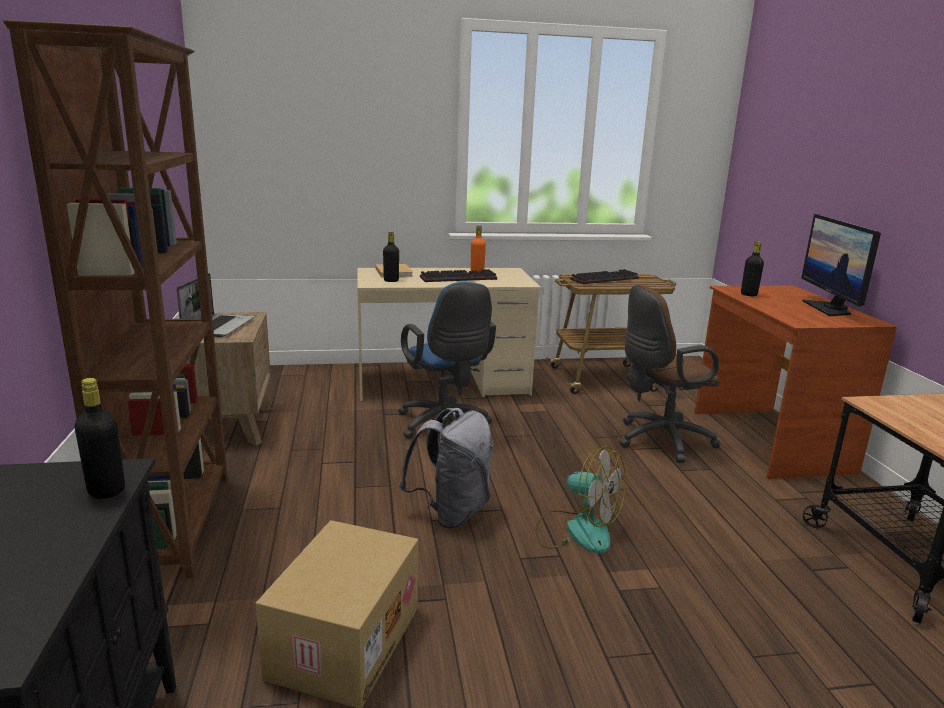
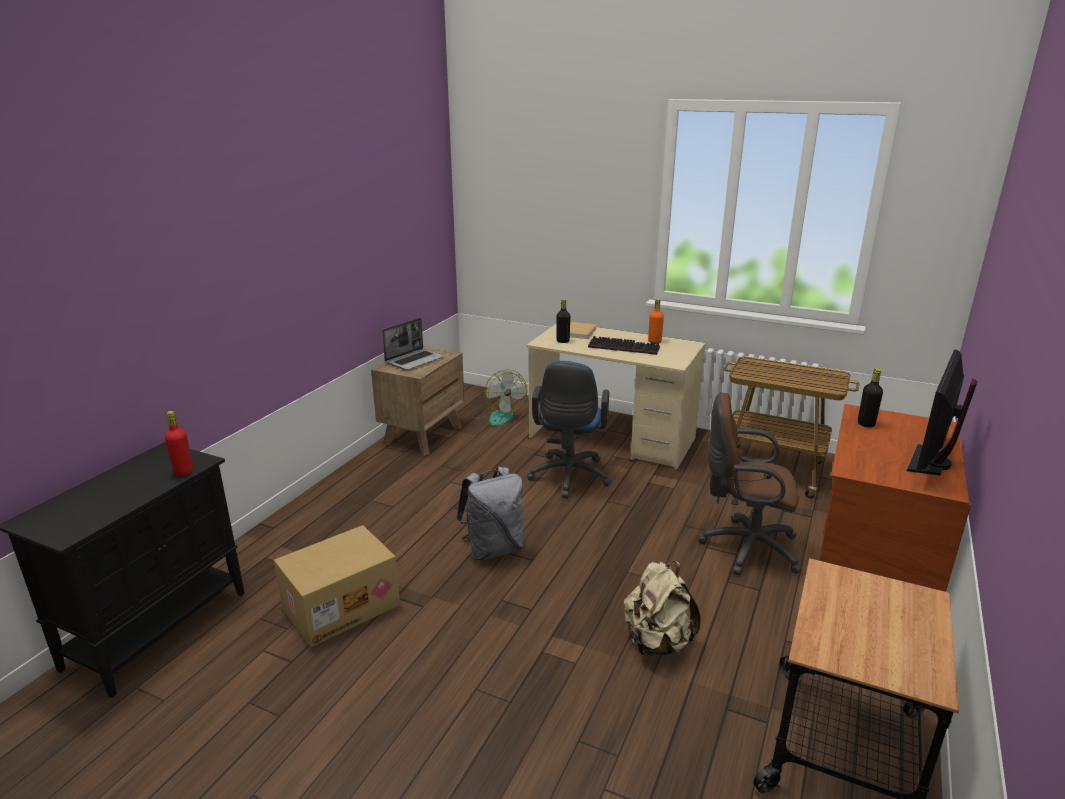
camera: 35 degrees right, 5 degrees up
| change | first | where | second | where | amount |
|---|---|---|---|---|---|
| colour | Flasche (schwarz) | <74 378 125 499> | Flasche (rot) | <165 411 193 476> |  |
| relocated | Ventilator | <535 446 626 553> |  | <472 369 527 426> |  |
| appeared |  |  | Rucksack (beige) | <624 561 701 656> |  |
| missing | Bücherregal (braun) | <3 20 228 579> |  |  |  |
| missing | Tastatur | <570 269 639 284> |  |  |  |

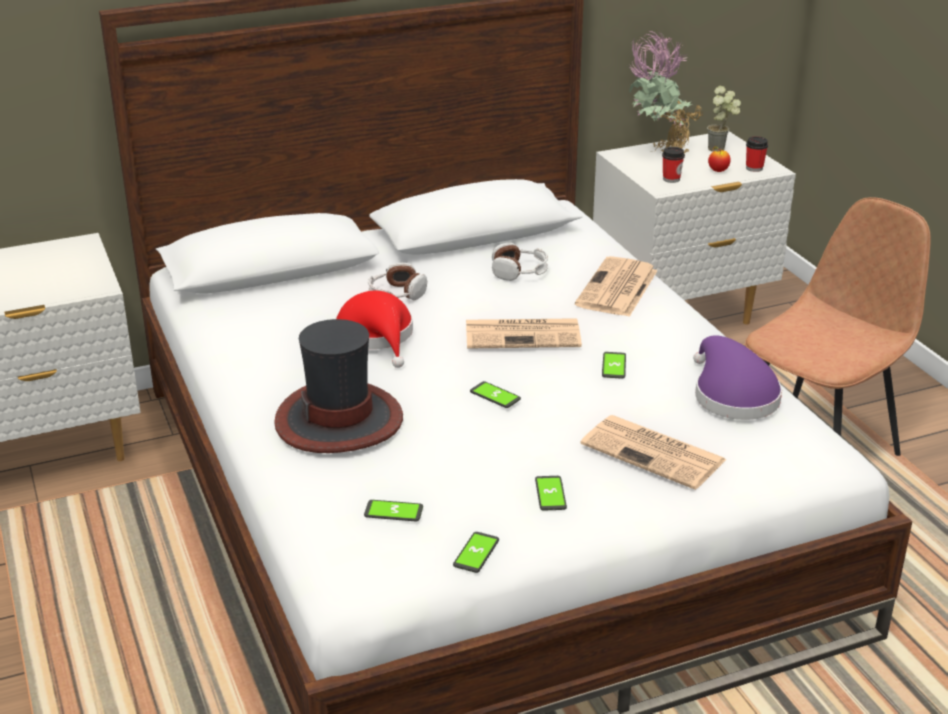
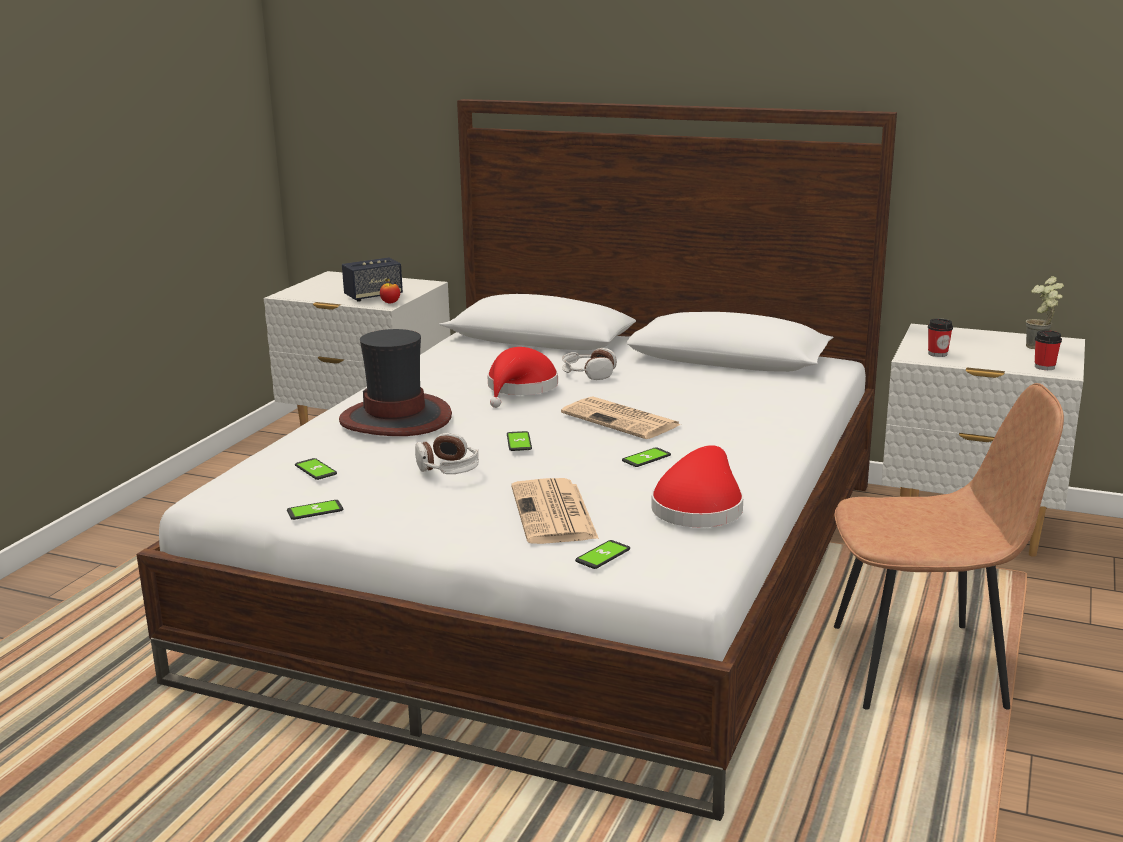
camera: 45 degrees right, 10 degrees down
| change | first | where | second | where | amount |
|---|---|---|---|---|---|
| appeared |  |  | Lautsprecher | <342 258 403 302> |  |
| relocated | Apfel | <708 146 731 172> |  | <380 278 400 303> |  |
| relocated | Kopfhörer | <492 243 548 281> |  | <415 433 479 474> |  |
| relocated | Handy | <535 476 567 511> |  | <575 540 630 569> |  |
| colour | Hut (lila) | <693 335 782 420> | Hut (rot) | <651 445 743 527> |  |
| missing | Zeitung | <575 256 658 317> |  |  |  |
| missing | Topfpflanze | <629 31 703 153> |  |  |  |

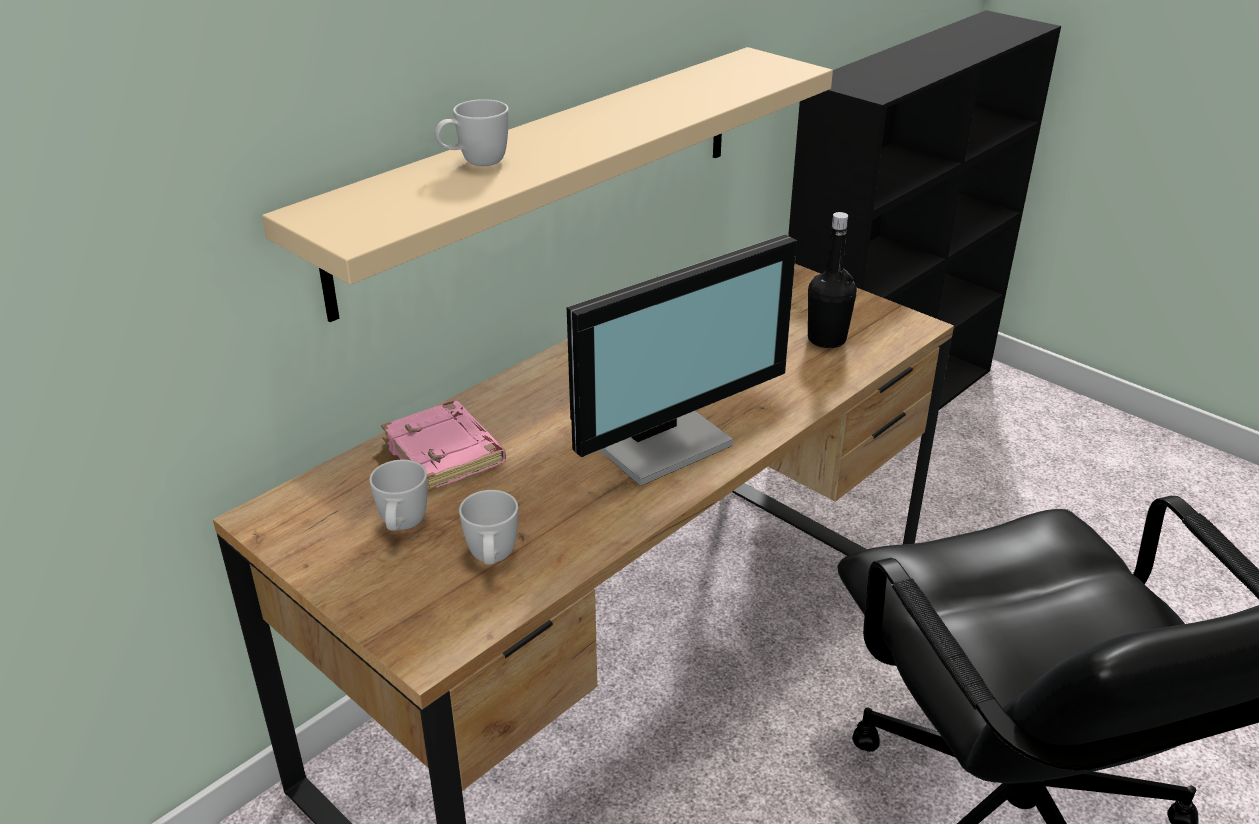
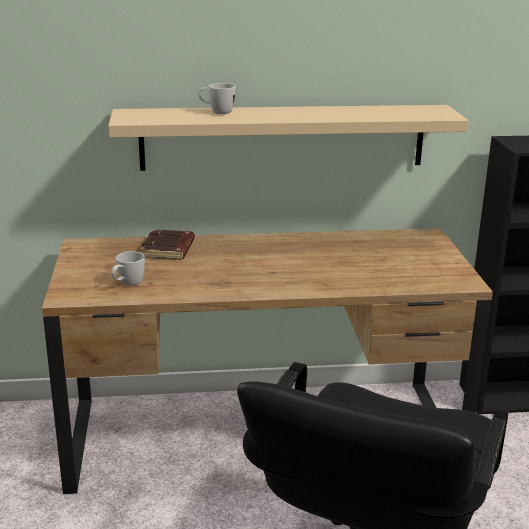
camera: 40 degrees right, 10 degrees down
| change | first | where | second | where | amount |
|---|---|---|---|---|---|
| colour | Buch (rosa) | <381 401 506 492> | Buch (braun) | <140 229 195 260> |  |
| missing | Henkelbecher (weiß) | <369 460 428 531> |  |  |  |
| missing | Monitor | <567 234 797 486> |  |  |  |
| missing | Flasche (schwarz) | <808 212 857 348> |  |  |  |

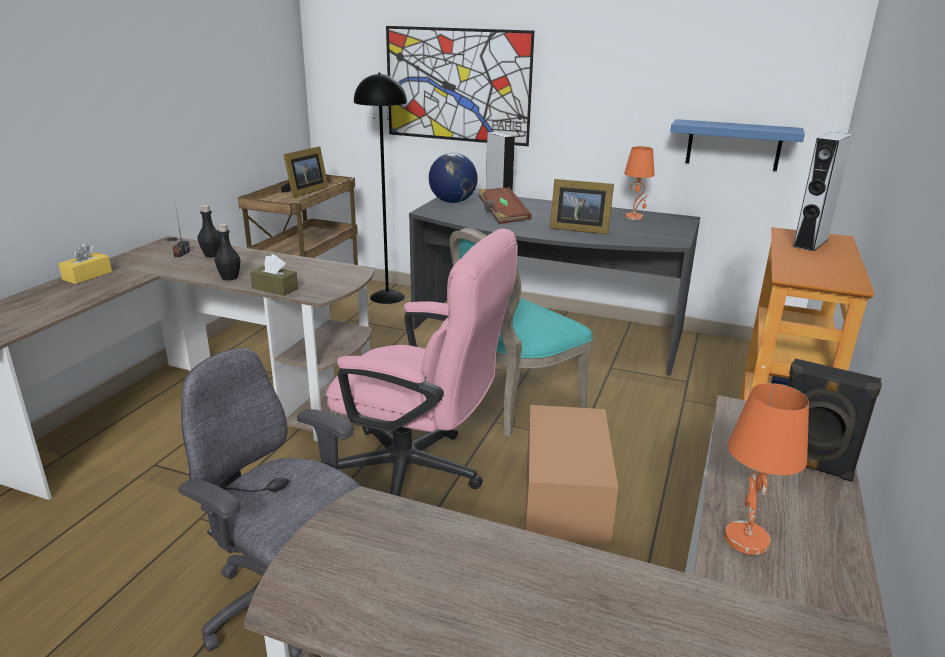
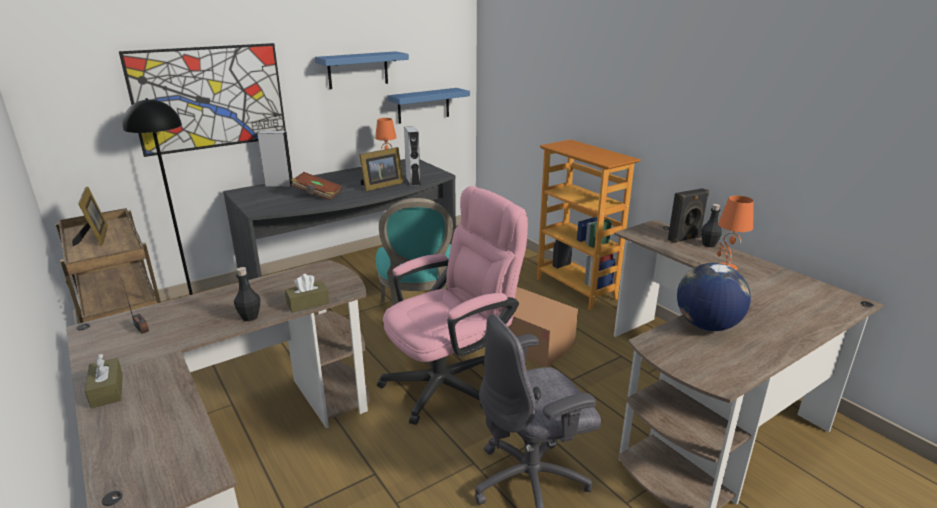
camera: 55 degrees left, 0 degrees up
| change | first | where | second | where | amount |
|---|---|---|---|---|---|
| colour | Taschentuchbox (gelb) | <59 243 112 284> | Taschentuchbox (braun) | <85 354 123 408> |  |
| appeared |  |  | Wandregal (blau) | <315 51 409 89> |  |
| relocated | Lautsprecher (grau) | <793 132 853 251> |  | <404 126 420 186> |  |
| relocated | Globus | <429 153 478 203> |  | <677 263 751 331> |  |
| relocated | Flasche (schwarz) | <198 205 220 257> |  | <701 204 722 247> |  |

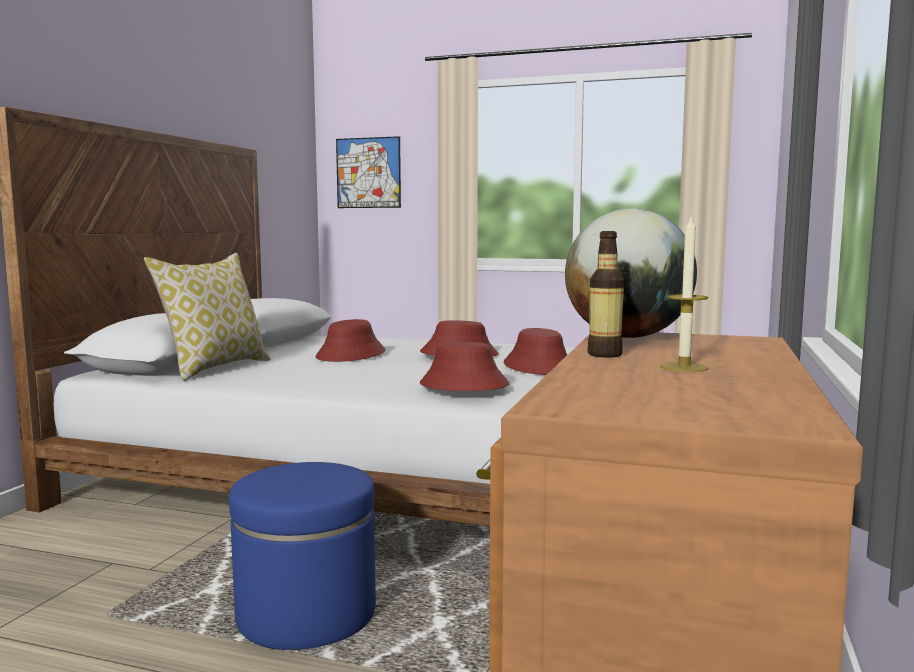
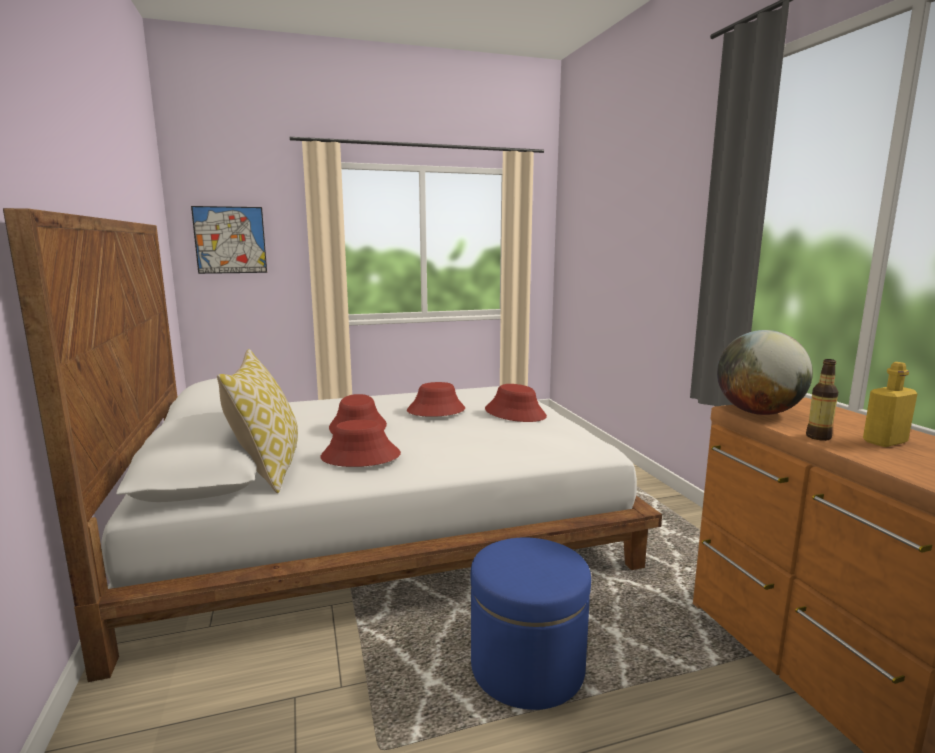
camera: 35 degrees left, 5 degrees up
| change | first | where | second | where | amount |
|---|---|---|---|---|---|
| relocated | Hut (rot) | <420 342 510 391> |  | <320 420 401 467> |  |
| exchanged | Kerze | <660 217 709 372> | Flasche (gelb) | <863 362 918 447> |  |

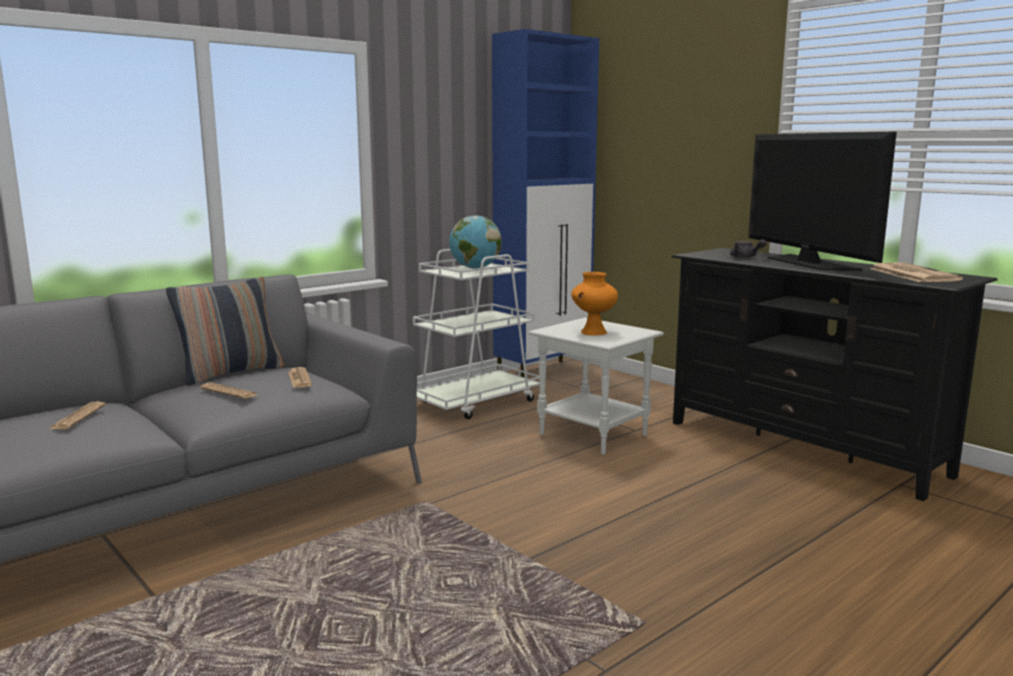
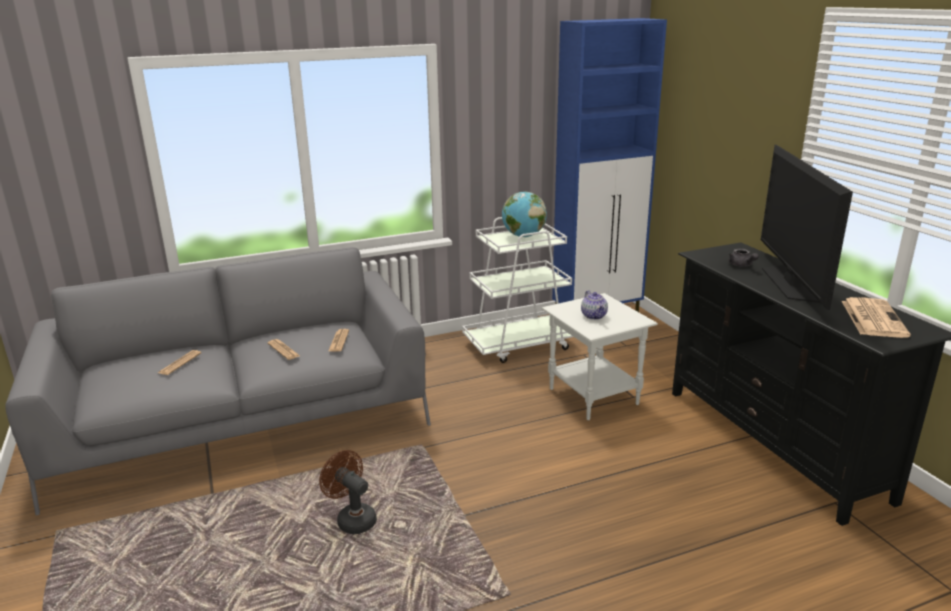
camera: 20 degrees right, 10 degrees up
| change | first | where | second | where | amount |
|---|---|---|---|---|---|
| appeared |  |  | Ventilator (braun) | <319 450 377 534> |  |
| exchanged | Vase (orange) | <571 272 618 336> | Teekanne | <581 290 608 320> |  |
| missing | Kissen | <166 277 284 386> |  |  |  |

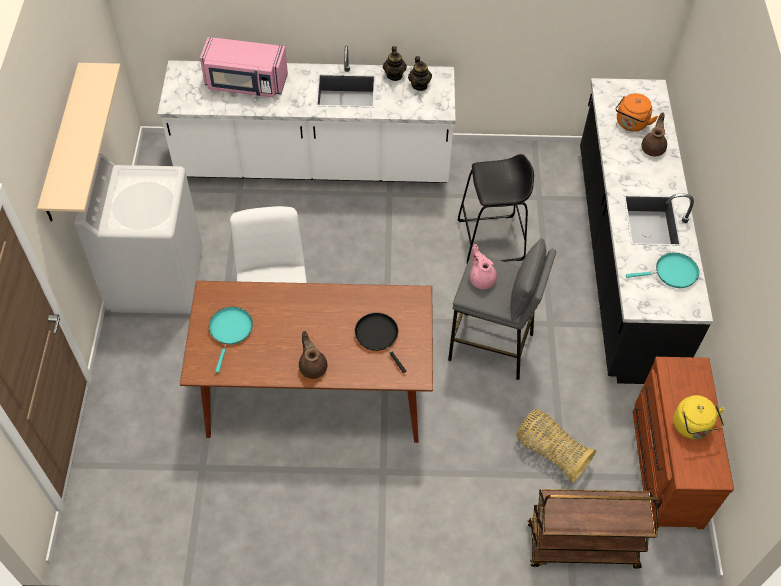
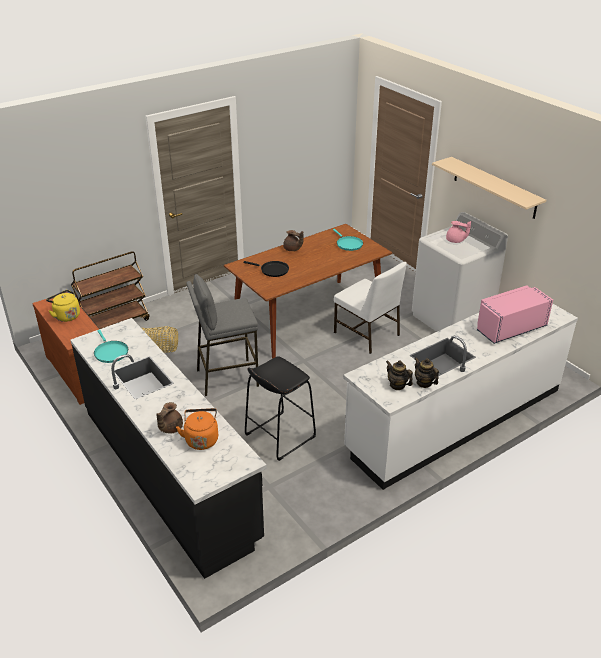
camera: 145 degrees right, 20 degrees down
| change | first | where | second | where | amount |
|---|---|---|---|---|---|
| spun | Pfanne (türkis) | <626 253 699 288> |  | <94 330 128 363> | 75 degrees counterclockwise |
| spun | Teekanne (braun) | <642 112 667 156> |  | <156 402 183 433> | 45 degrees clockwise |
| relocated | Teekanne (rosa) | <470 244 497 289> |  | <446 221 471 243> |  |

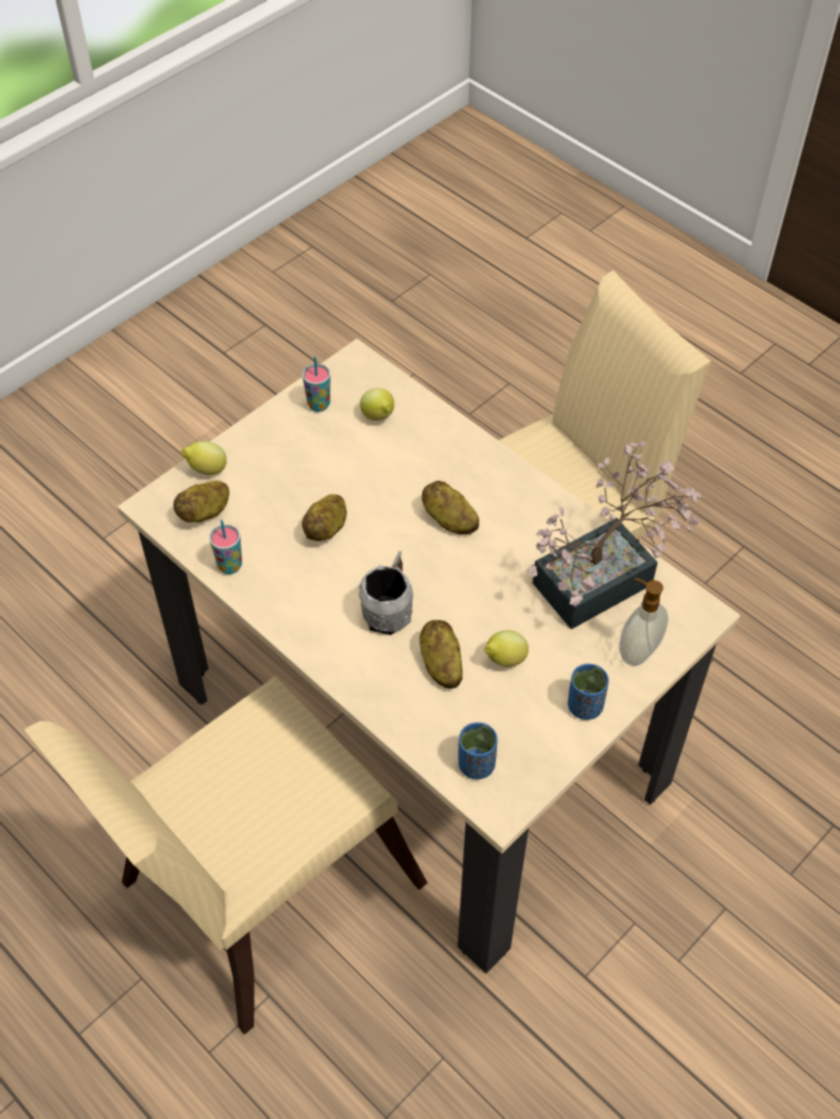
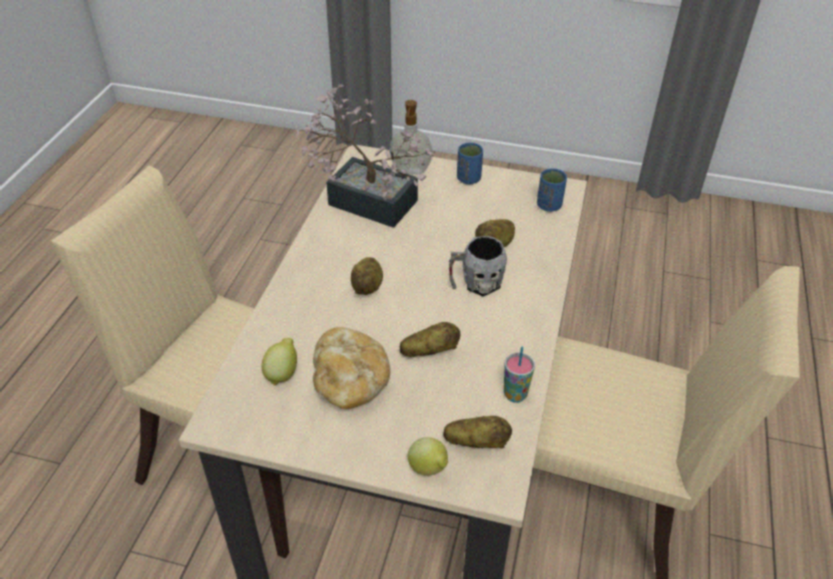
camera: 120 degrees left, 10 degrees down
| change | first | where | second | where | amount |
|---|---|---|---|---|---|
| appeared |  |  | Brot | <313 327 390 409> |  |
| missing | Tasse | <302 357 330 412> |  |  |  |
| missing | Zitrone | <485 630 529 667> |  |  |  |

